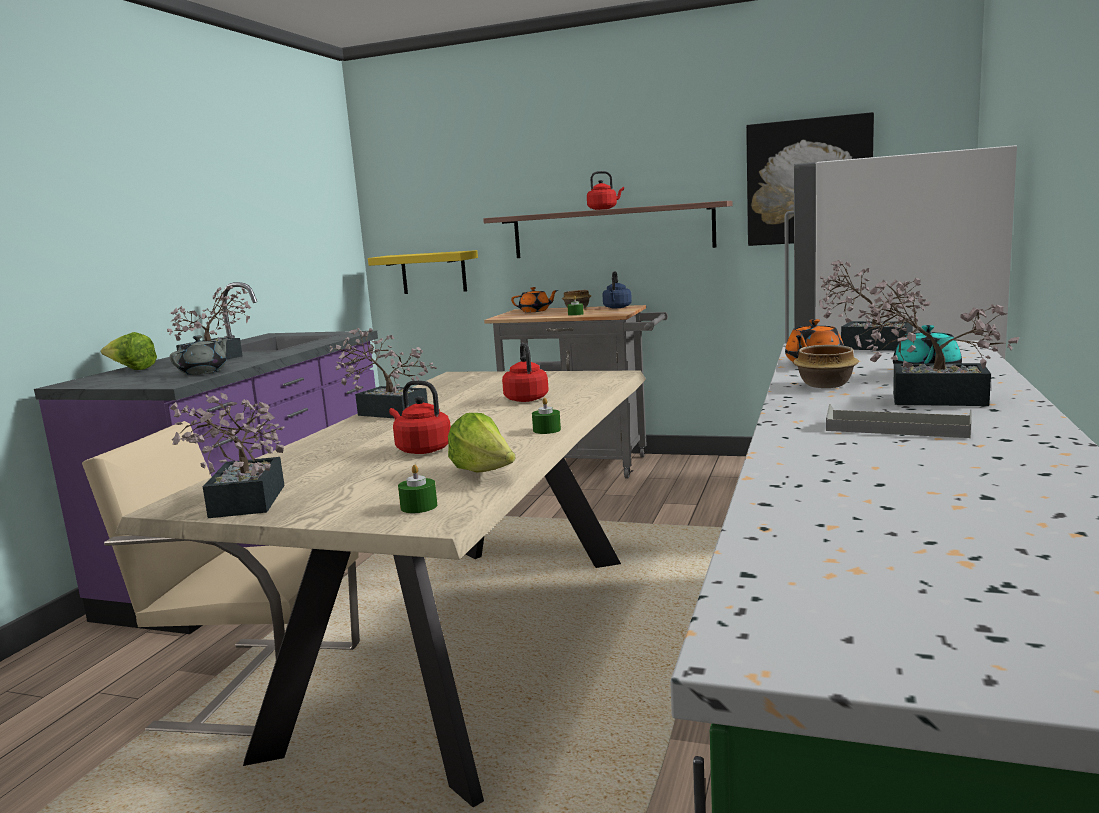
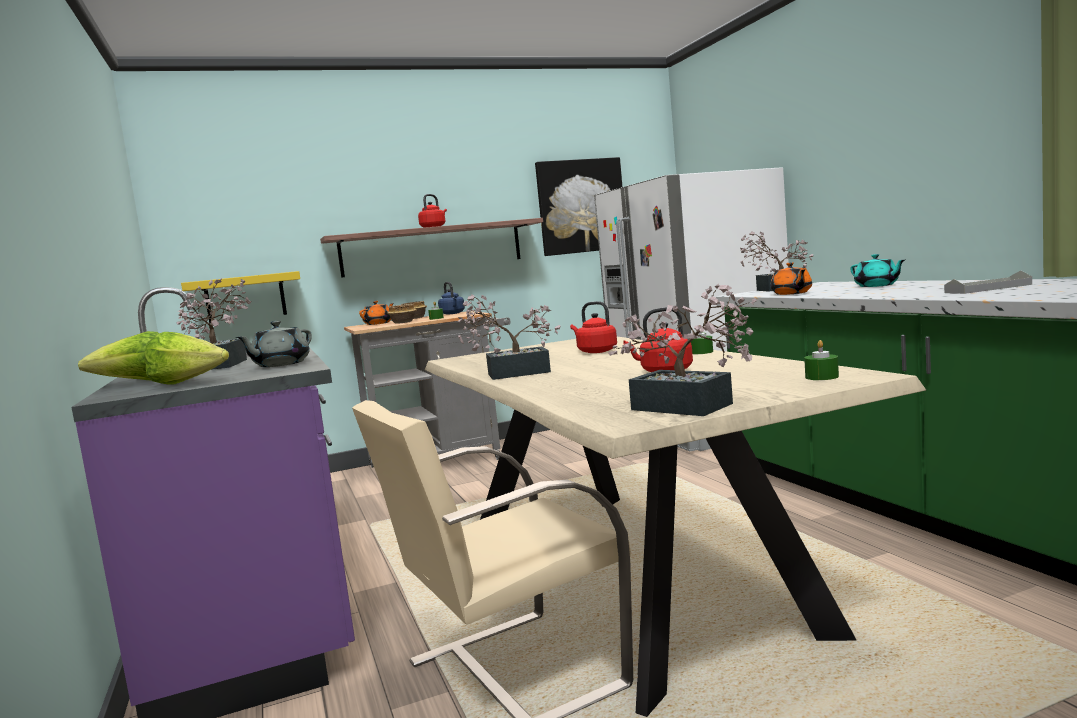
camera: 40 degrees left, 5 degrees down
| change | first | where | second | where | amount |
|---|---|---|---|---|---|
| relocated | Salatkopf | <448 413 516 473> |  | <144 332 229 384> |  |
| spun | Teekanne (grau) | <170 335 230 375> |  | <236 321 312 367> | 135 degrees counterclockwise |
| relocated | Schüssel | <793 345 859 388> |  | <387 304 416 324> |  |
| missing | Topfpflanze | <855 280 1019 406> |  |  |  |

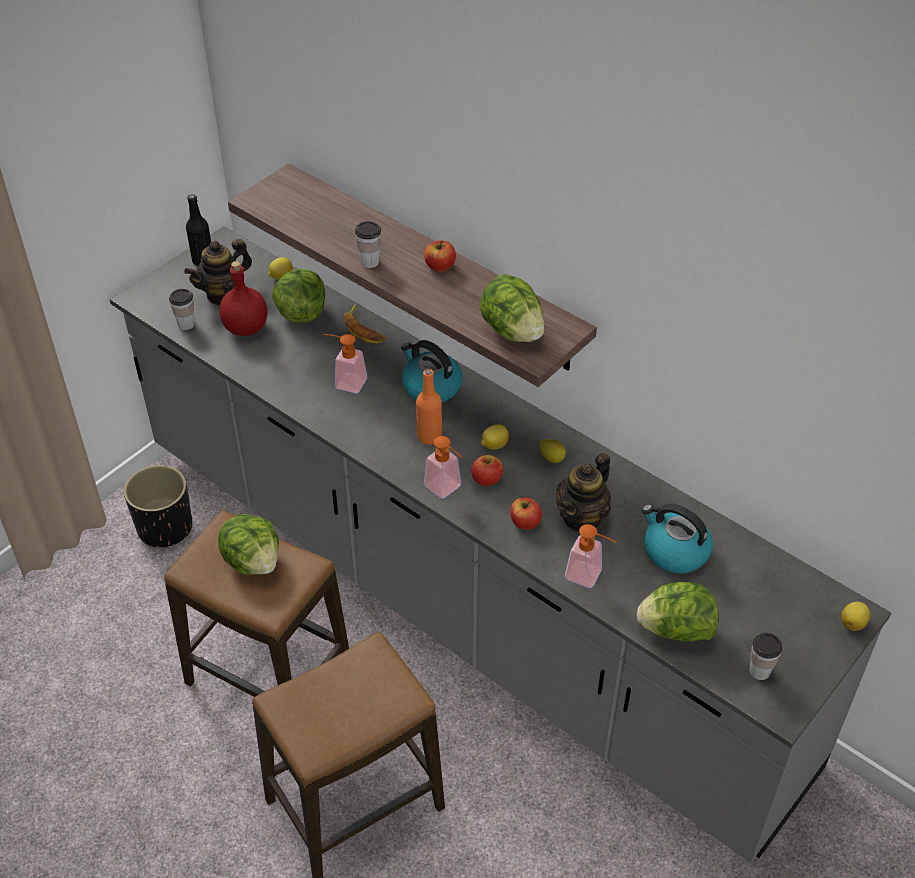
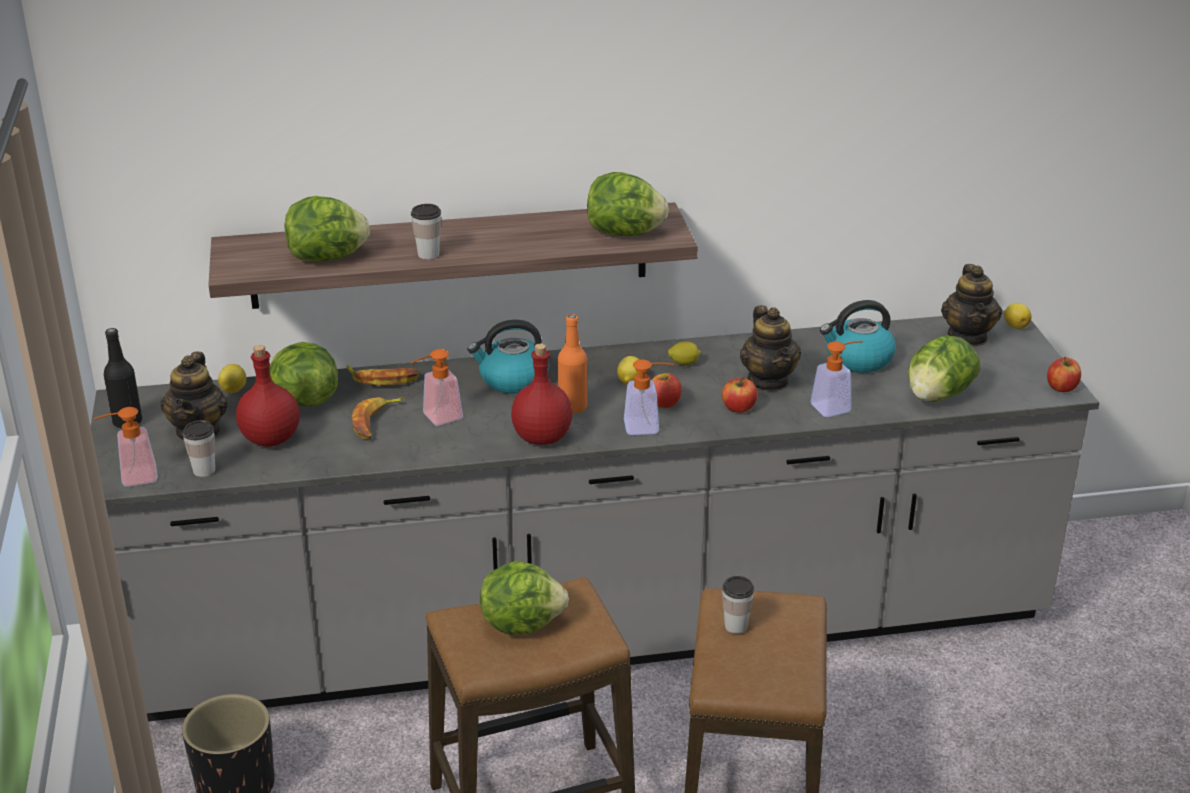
camera: 50 degrees left, 15 degrees down
| change | first | where | second | where | amount |
|---|---|---|---|---|---|
| appeared |  |  | Seifenspender | <93 407 158 487> |  |
| appeared |  |  | Salatkopf | <284 196 370 261> |  |
| appeared |  |  | Banane | <352 397 406 439> |  |
| appeared |  |  | Flasche (rot) | <511 344 572 445> |  |
| relocated | Tasse | <749 633 783 680> |  | <722 576 754 634> |  |
| appeared |  |  | Teekanne | <941 264 1002 346> |  |
| relocated | Apfel | <424 241 456 272> |  | <1047 357 1081 392> |  |

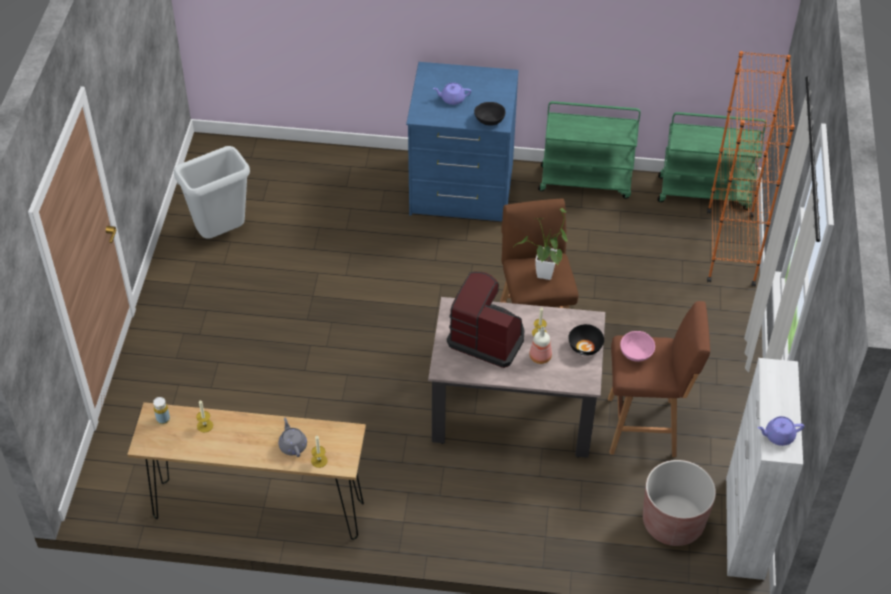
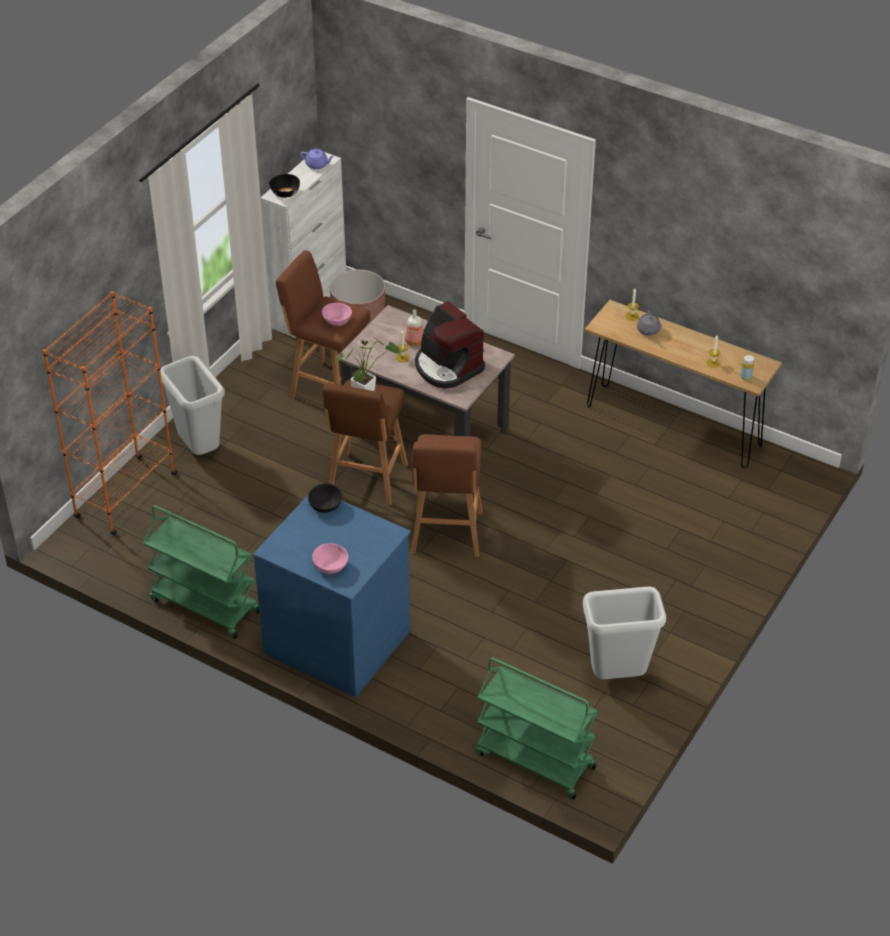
camera: 155 degrees left, 5 degrees down
| change | first | where | second | where | amount |
|---|---|---|---|---|---|
| appeared |  |  | Mülleimer (grau) | <160 356 225 455> |  |
| relocated | Schüssel (schwarz) | <568 324 604 356> |  | <269 174 300 198> |  |
| appeared |  |  | Schüssel (rosa) | <312 543 348 574> |  |
| appeared |  |  | Hocker (braun) | <411 434 483 557> |  |
| relocated | Rollwagen (grün) | <658 112 766 210> |  | <475 657 598 799> |  |
| missing | Teekanne (lila) | <433 82 471 105> |  |  |  |

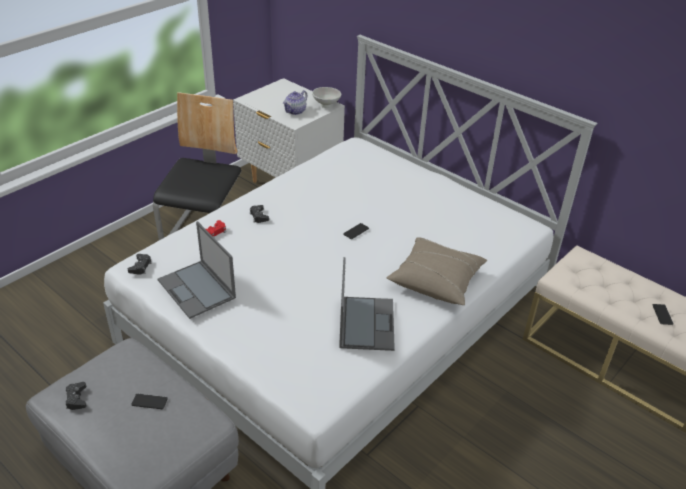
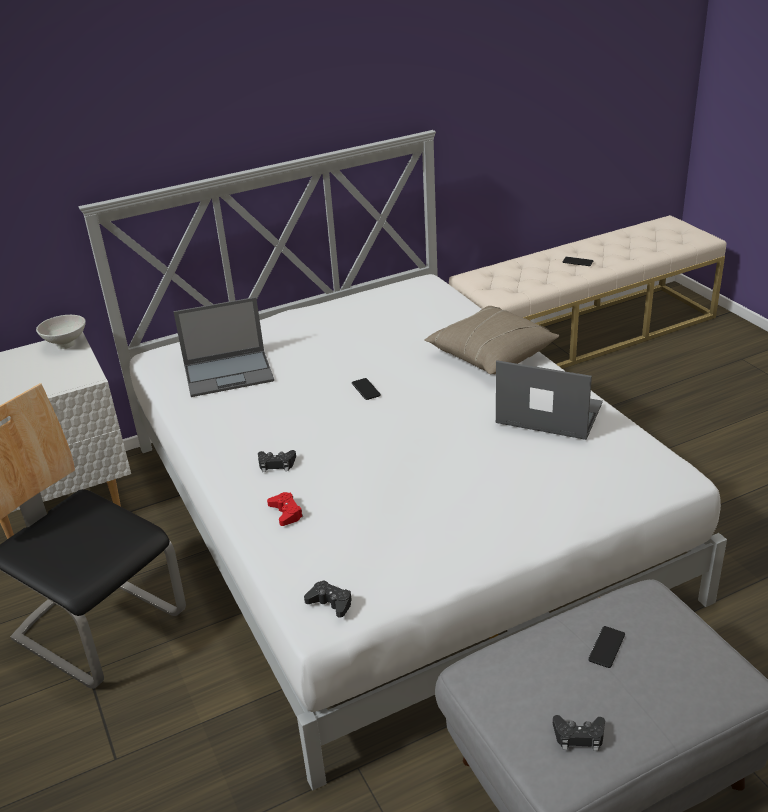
camera: 65 degrees left, 5 degrees down
| change | first | where | second | where | amount |
|---|---|---|---|---|---|
| relocated | Laptop | <158 221 236 319> |  | <173 297 274 397> |  |
| missing | Teekanne | <283 90 307 115> |  |  |  |

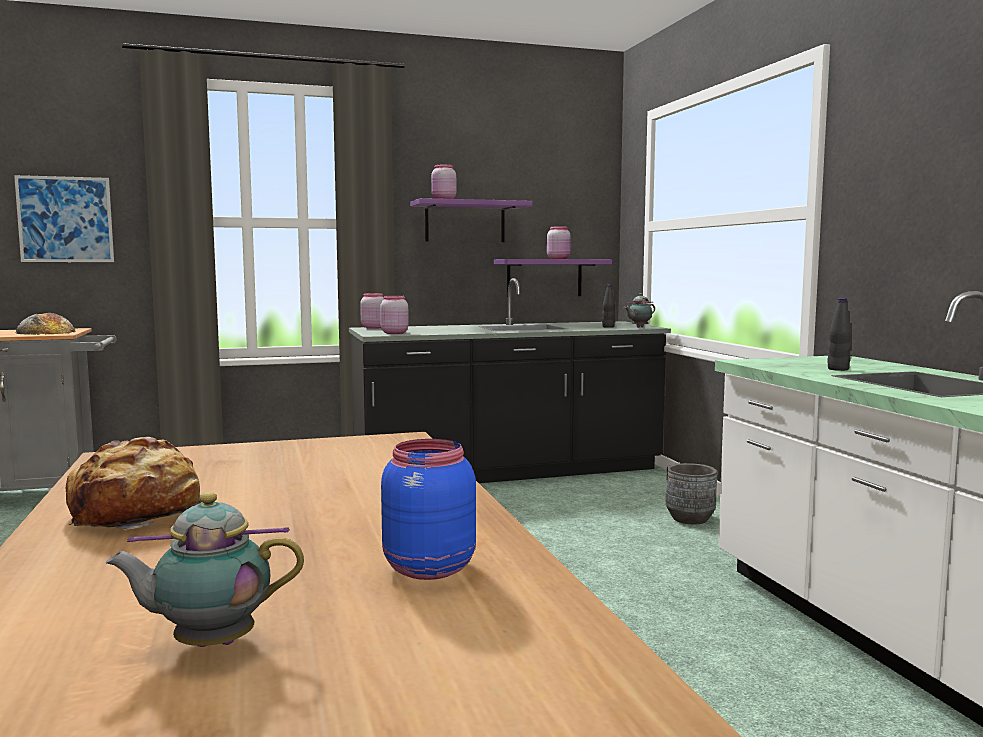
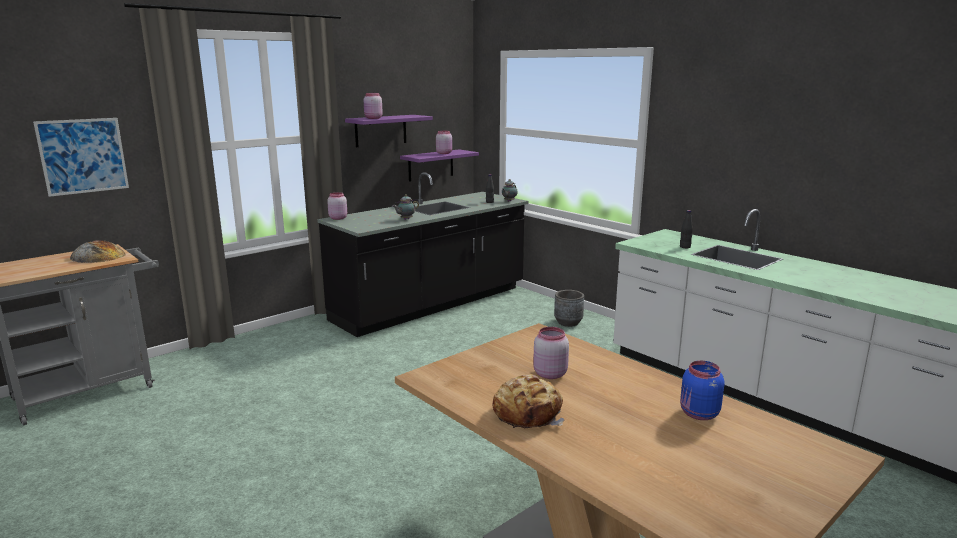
camera: 25 degrees left, 10 degrees up
| change | first | where | second | where | amount |
|---|---|---|---|---|---|
| relocated | Teekanne | <105 492 304 647> |  | <392 194 419 220> |  |
| relocated | Vorratsglas (rosa) | <380 295 409 334> |  | <533 327 569 379> |  |

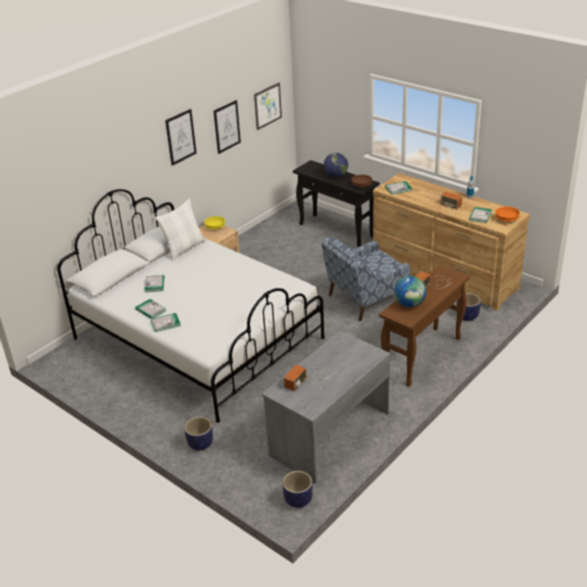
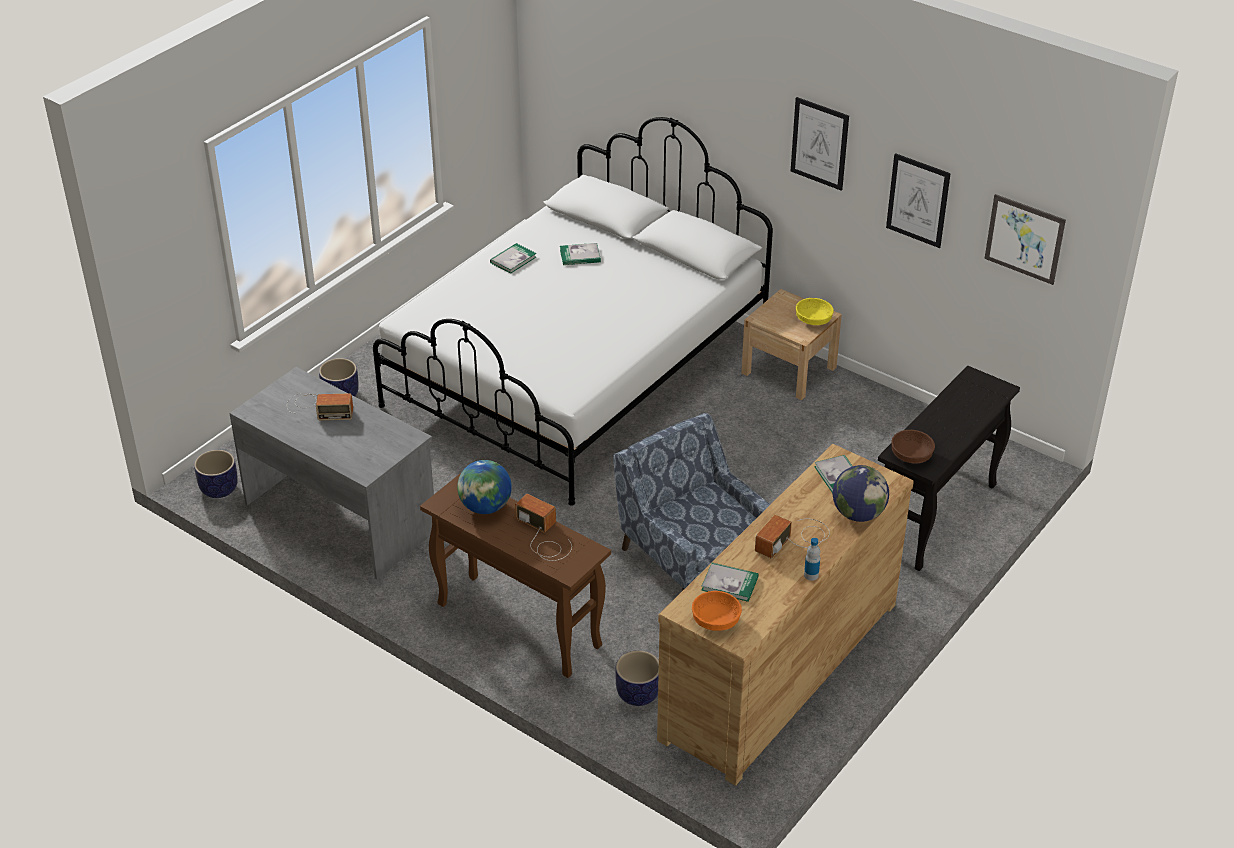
camera: 85 degrees right, 5 degrees up
| change | first | where | second | where | amount |
|---|---|---|---|---|---|
| spun | Radio | <284 365 330 391> |  | <287 393 353 420> | 150 degrees clockwise |
| relocated | Globus | <324 152 348 178> |  | <833 465 889 522> |  |
| missing | Buch | <151 313 181 332> |  |  |  |
| missing | Kissen (weiß) | <155 198 206 261> |  |  |  |

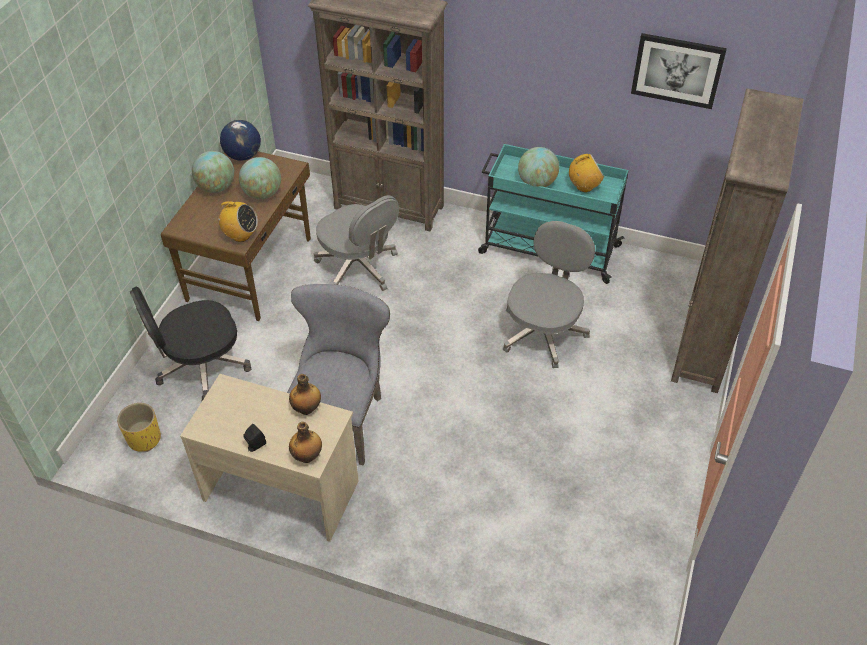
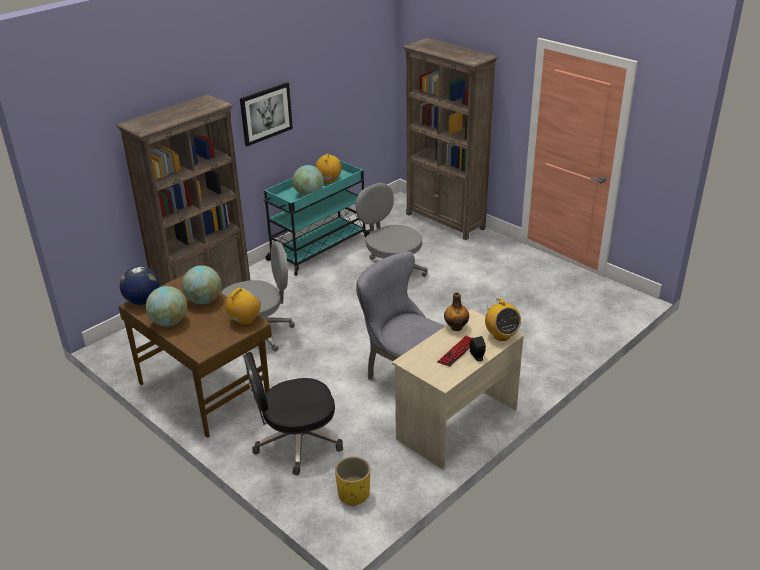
camera: 65 degrees left, 15 degrees down
| change | first | where | second | where | amount |
|---|---|---|---|---|---|
| relocated | Bild | <631 33 727 109> |  | <240 82 293 146> |  |
| spun | Bürostuhl (schwarz) | <130 286 251 401> |  | <243 352 343 475> | 75 degrees clockwise |
| appeared |  |  | Tastatur | <437 336 472 367> |  |
| exchanged | Flasche | <289 422 322 463> | Radio | <485 298 521 341> |  |

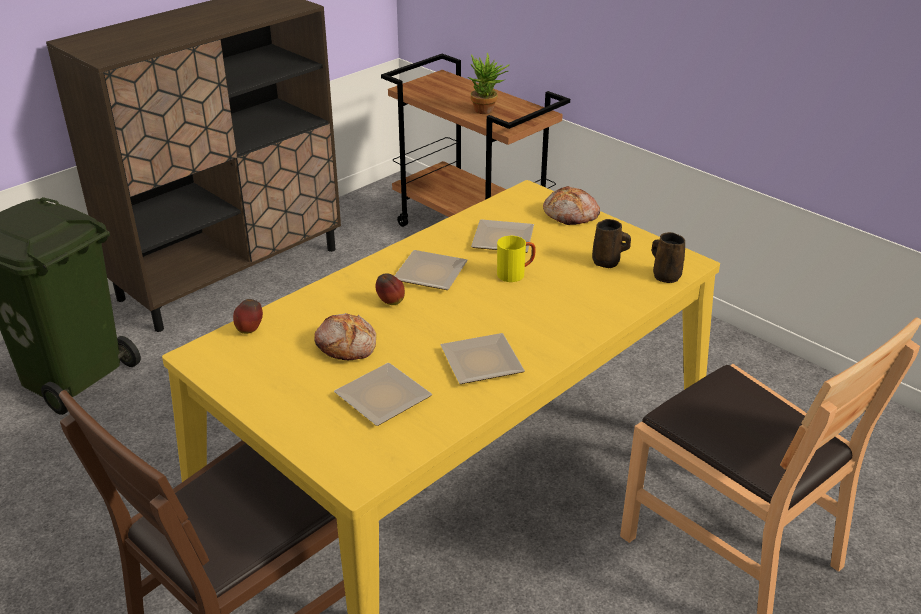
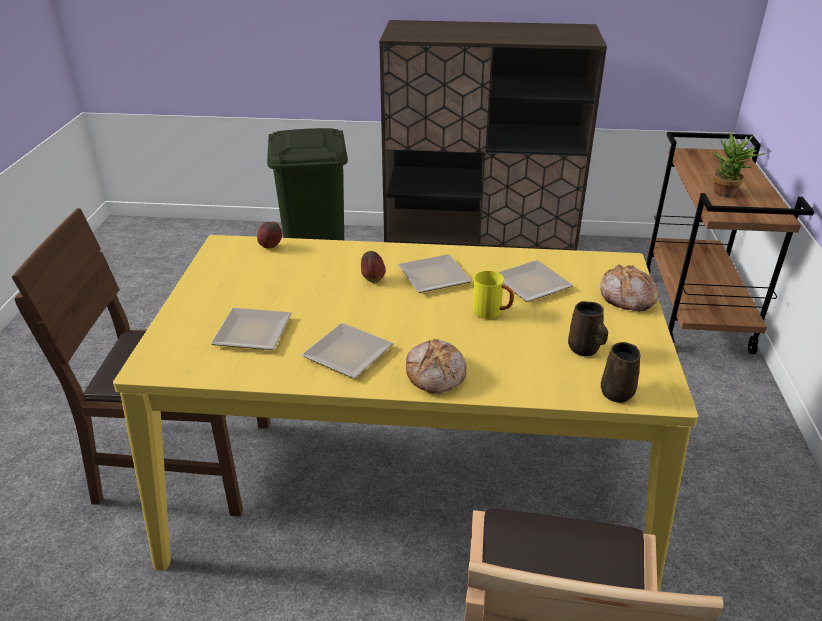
camera: 50 degrees right, 0 degrees up
| change | first | where | second | where | amount |
|---|---|---|---|---|---|
| relocated | Brot | <314 313 376 360> |  | <406 339 466 394> |  |

